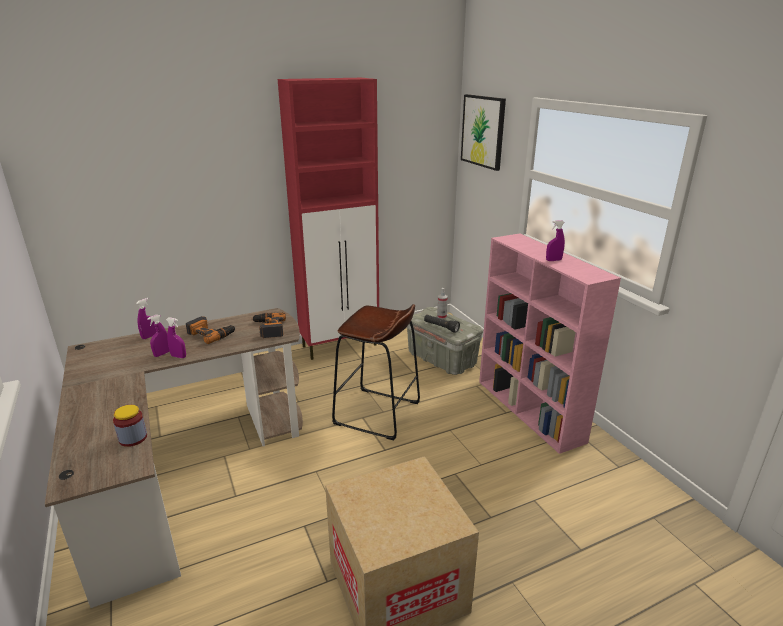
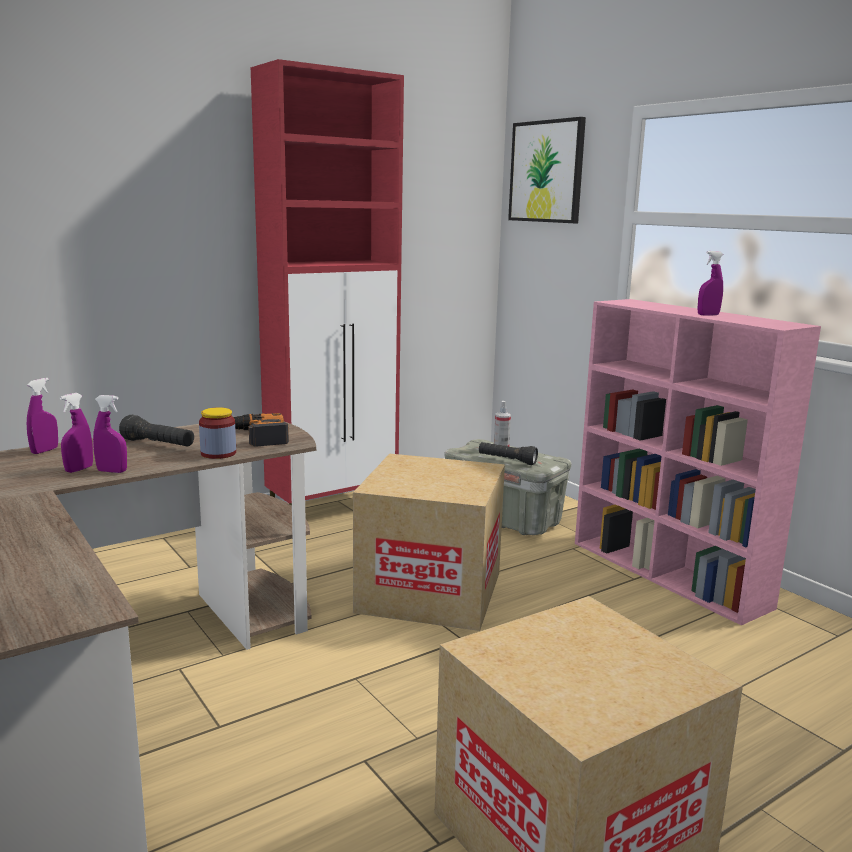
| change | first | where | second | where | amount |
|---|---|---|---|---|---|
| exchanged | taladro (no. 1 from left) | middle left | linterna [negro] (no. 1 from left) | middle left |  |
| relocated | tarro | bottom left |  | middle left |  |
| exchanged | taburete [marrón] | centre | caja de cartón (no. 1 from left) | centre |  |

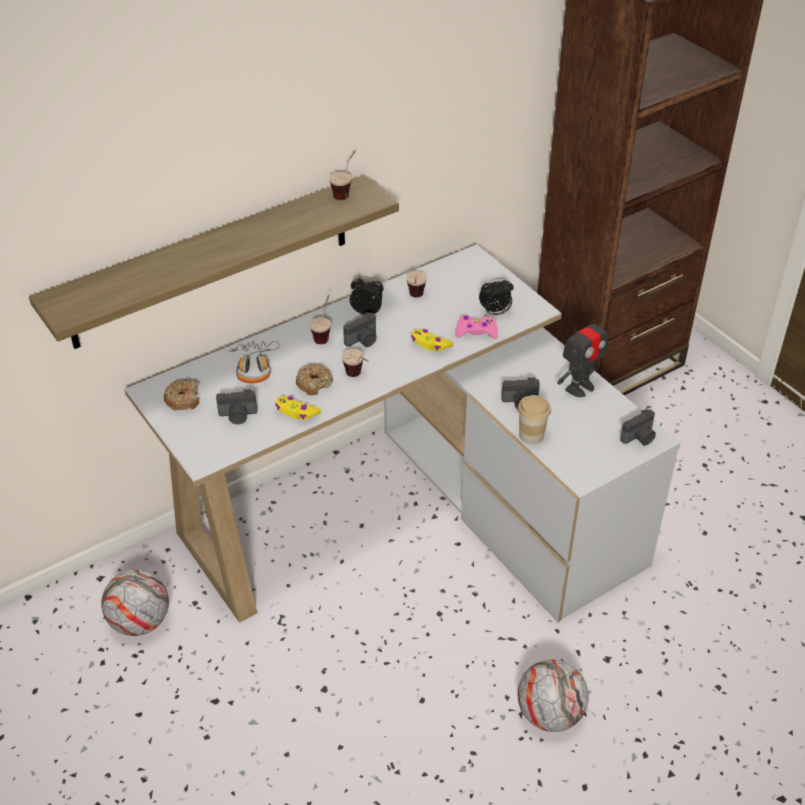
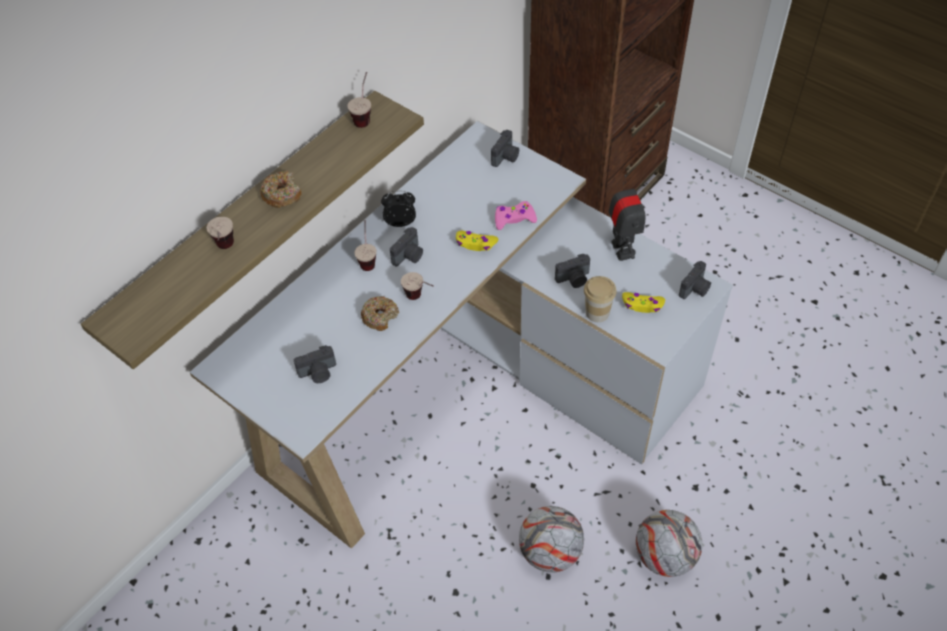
| change | first | where | second | where | amount |
|---|---|---|---|---|---|
| relocated | taza (no. 4 from left in the first image) | centre | taza (no. 1 from left) | middle left |  |
| relocated | rosquilla (no. 1 from left) | middle left |  | top left |  |
| appeared |  |  | cámara (no. 3 from left) | top centre |  |
| relocated | balón de fútbol (no. 1 from left) | bottom left |  | bottom centre |  |
| spun | robot de juguete | middle right |  | centre | 45 degrees counterclockwise |
| relocated | mando de consola [amarillo] (no. 1 from left in the first image) | centre | mando de consola [amarillo] (no. 2 from left) | middle right |  |
| missing | auriculares | middle left |  |  |  |
| missing | despertador (no. 2 from left) | centre |  |  |  |

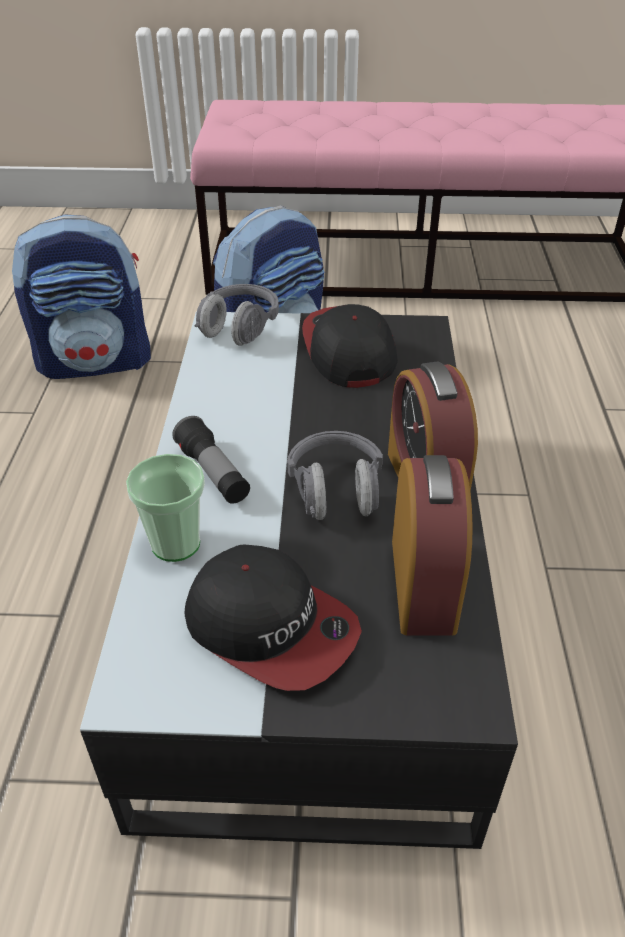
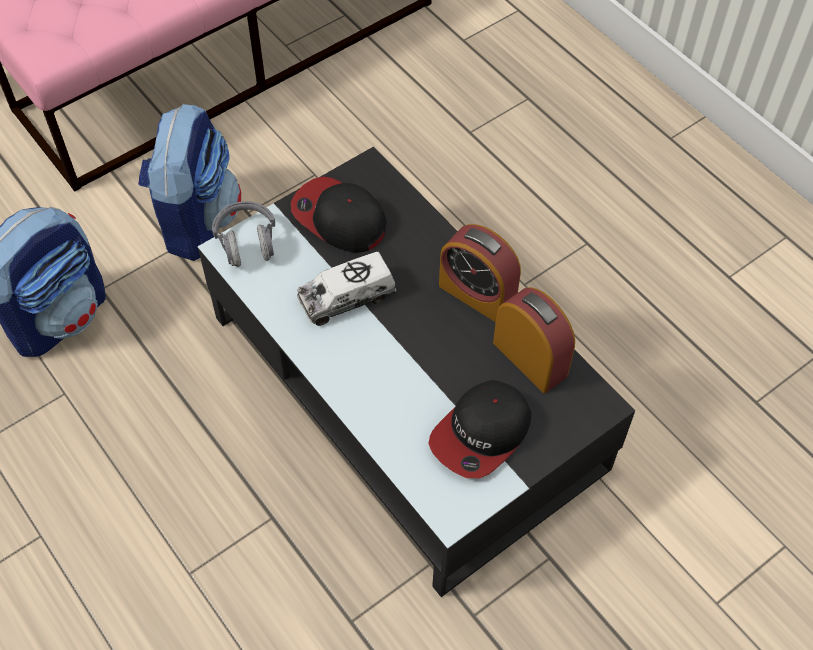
| change | first | where | second | where | amount |
|---|---|---|---|---|---|
| appeared |  |  | camión de juguete | centre |  |
| spun | gorra (no. 1 from left in the first image) | centre | gorra (no. 2 from left) | centre | 135 degrees clockwise |
| missing | taza | middle left |  |  |  |
| missing | linterna | centre |  |  |  |
| missing | auriculares [gris] (no. 2 from left) | centre |  |  |  |

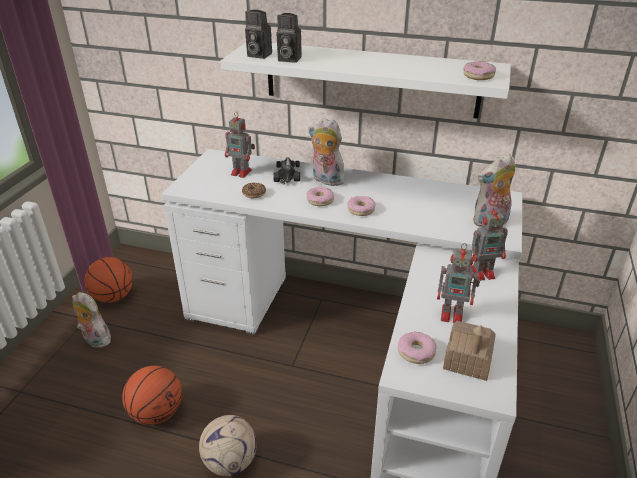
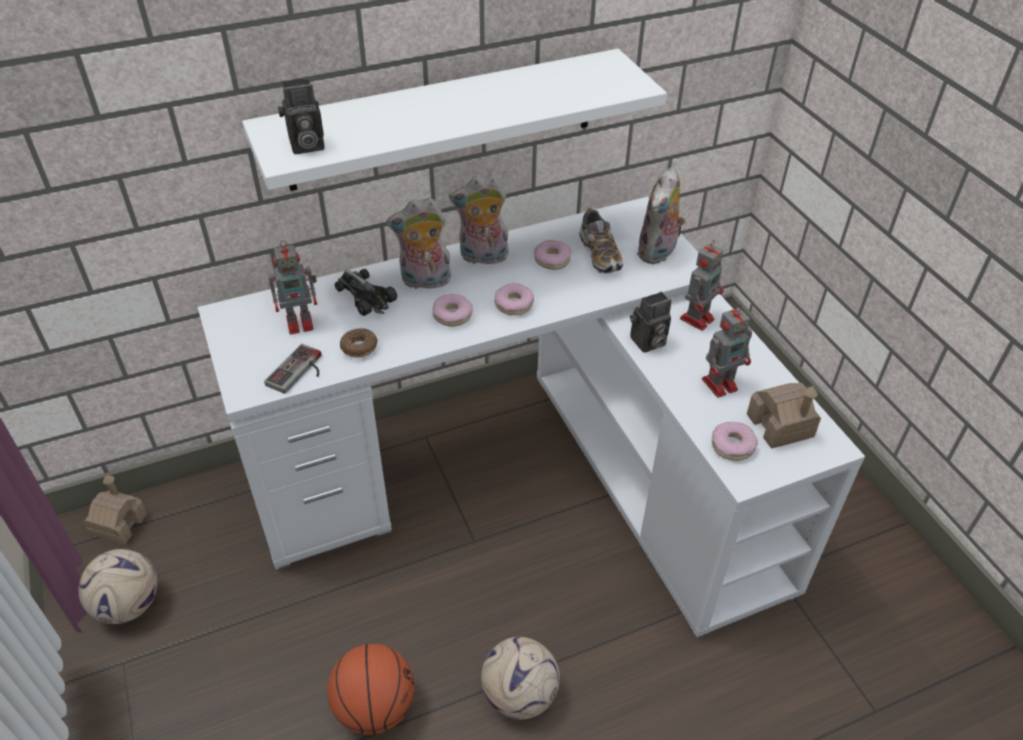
| change | first | where | second | where | amount |
|---|---|---|---|---|---|
| exchanged | balón de baloncesto (no. 1 from left) | middle left | balón de fútbol (no. 1 from left) | bottom left |  |
| appeared |  |  | casita (no. 1 from left) | bottom left |  |
| appeared |  |  | mando de consola | middle left |  |
| relocated | peluche (no. 1 from left in the first image) | bottom left | peluche (no. 2 from left) | top centre |  |
| relocated | rosquilla (no. 5 from left in the first image) | top right | rosquilla (no. 4 from left) | centre |  |
| appeared |  |  | zapato | top centre |  |
| relocated | cámara (no. 2 from left) | top centre |  | centre |  |

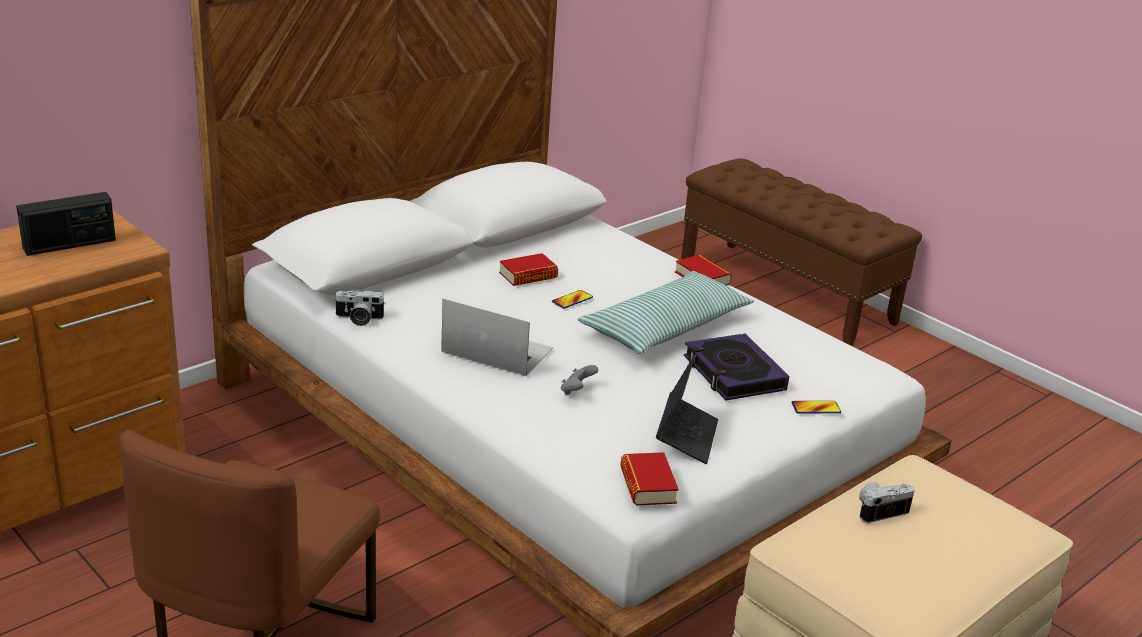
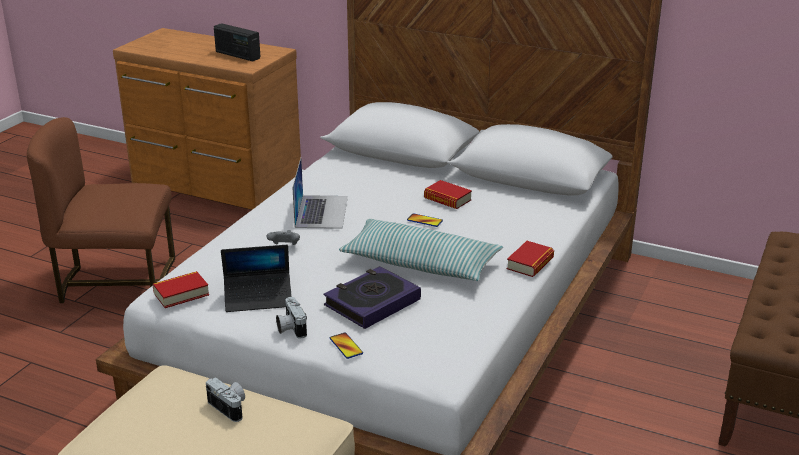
| change | first | where | second | where | amount |
|---|---|---|---|---|---|
| relocated | cámara (no. 1 from left in the first image) | middle left | cámara (no. 2 from left) | bottom centre |  |

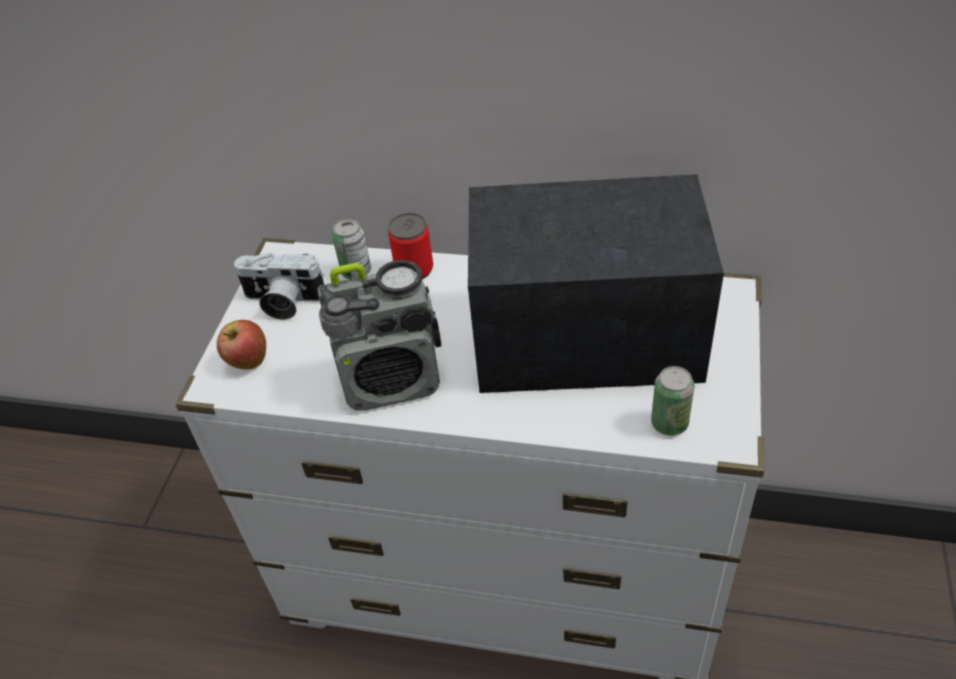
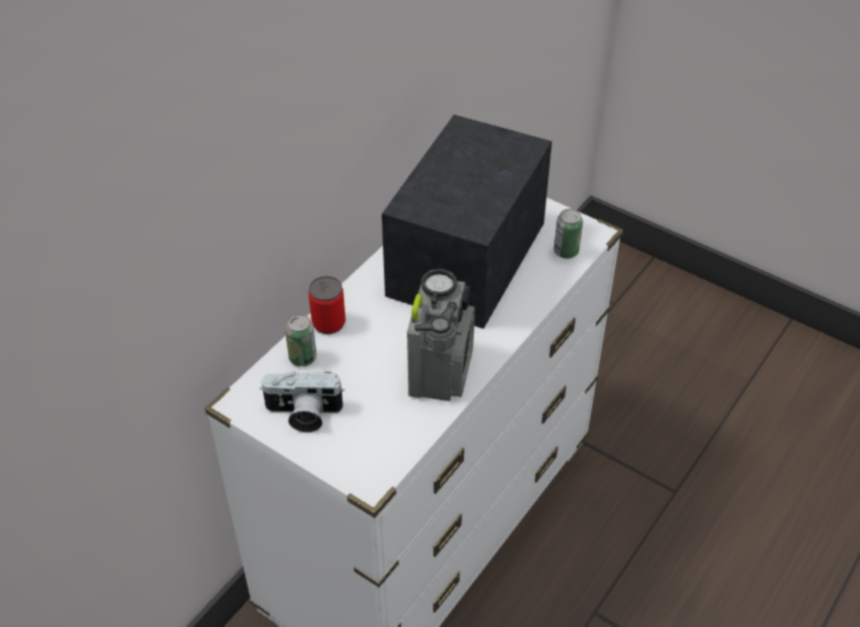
| change | first | where | second | where | amount |
|---|---|---|---|---|---|
| spun | cámara | middle left |  | centre | 60 degrees clockwise |
| missing | manzana | middle left |  |  |  |

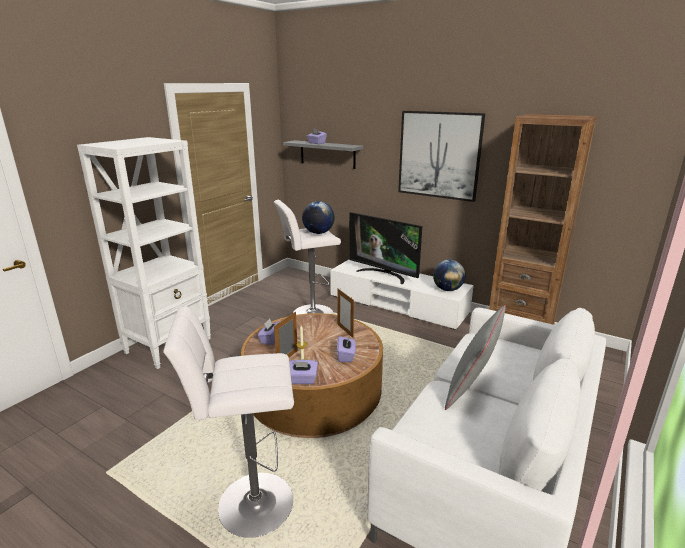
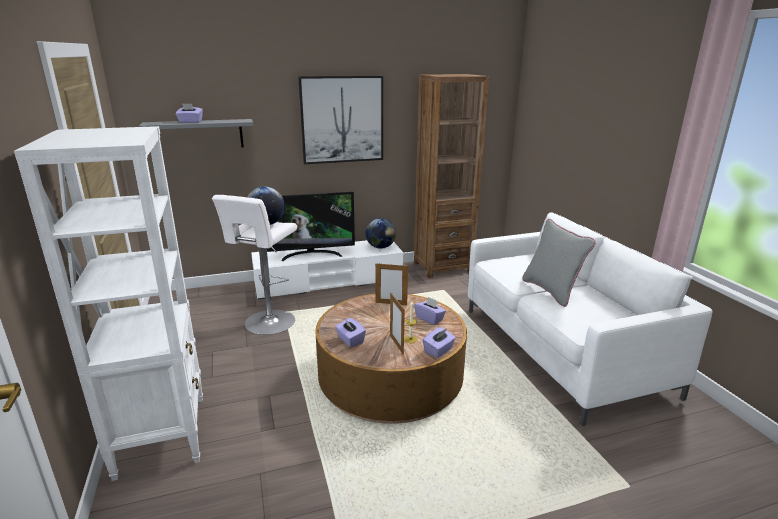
| change | first | where | second | where | amount |
|---|---|---|---|---|---|
| missing | taburete [blanco] (no. 1 from left) | bottom left |  |  |  |

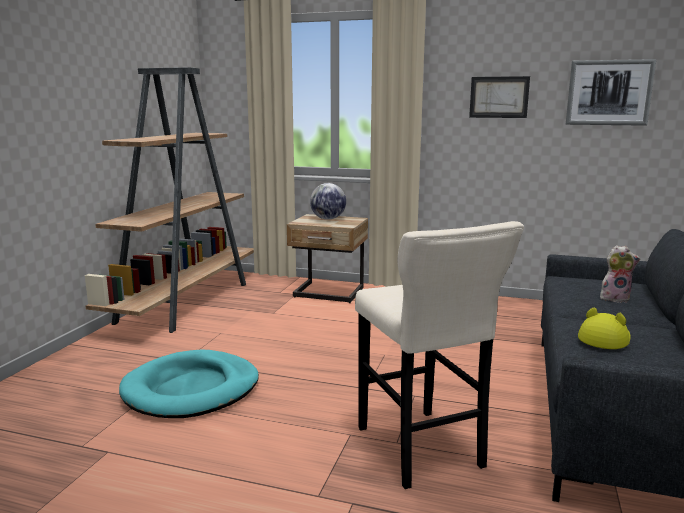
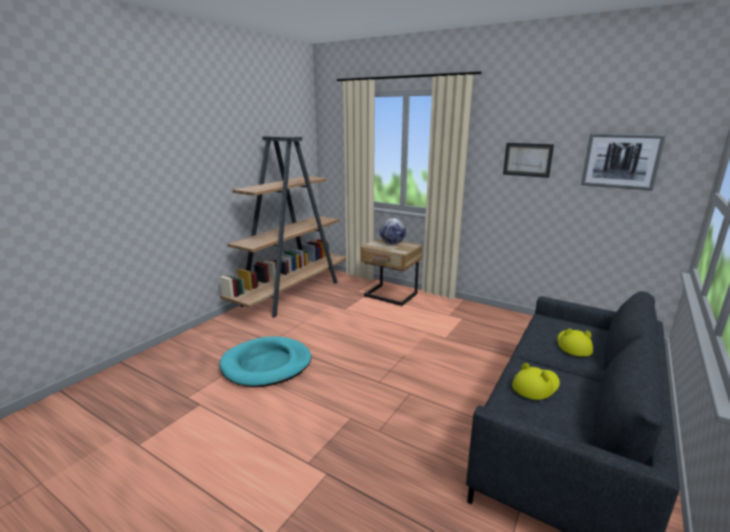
| change | first | where | second | where | amount |
|---|---|---|---|---|---|
| exchanged | peluche | middle right | sombrero [amarillo] (no. 2 from left) | middle right |  |
| missing | taburete [beis] | bottom centre |  |  |  |

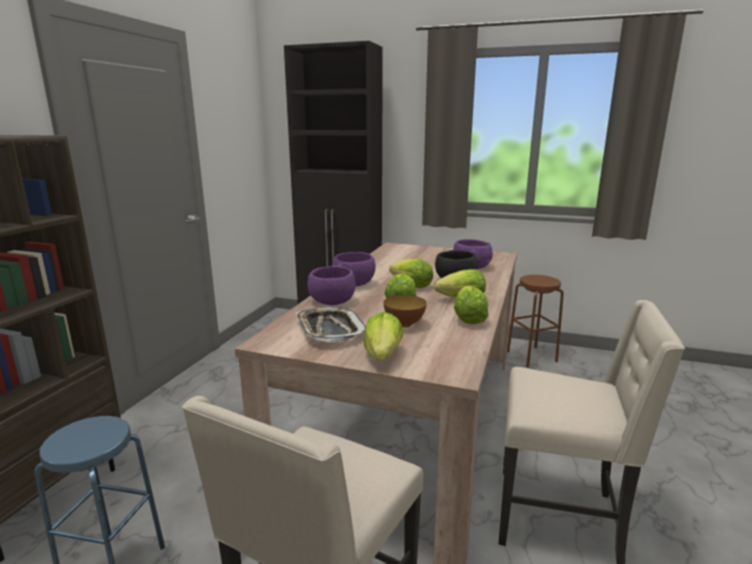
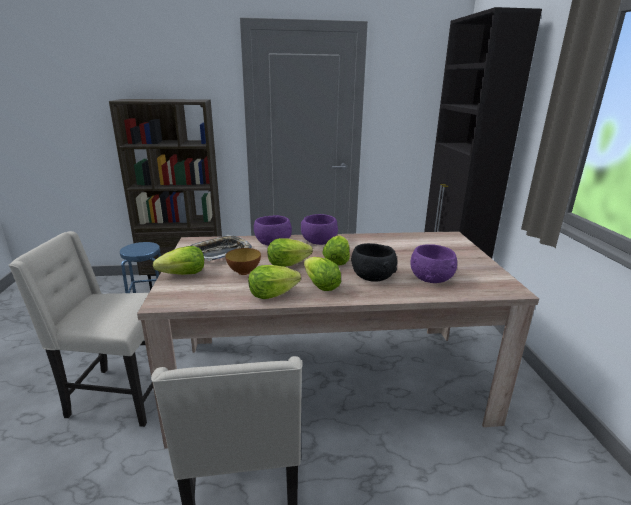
| change | first | where | second | where | amount |
|---|---|---|---|---|---|
| missing | taburete [marrón] | middle right |  |  |  |

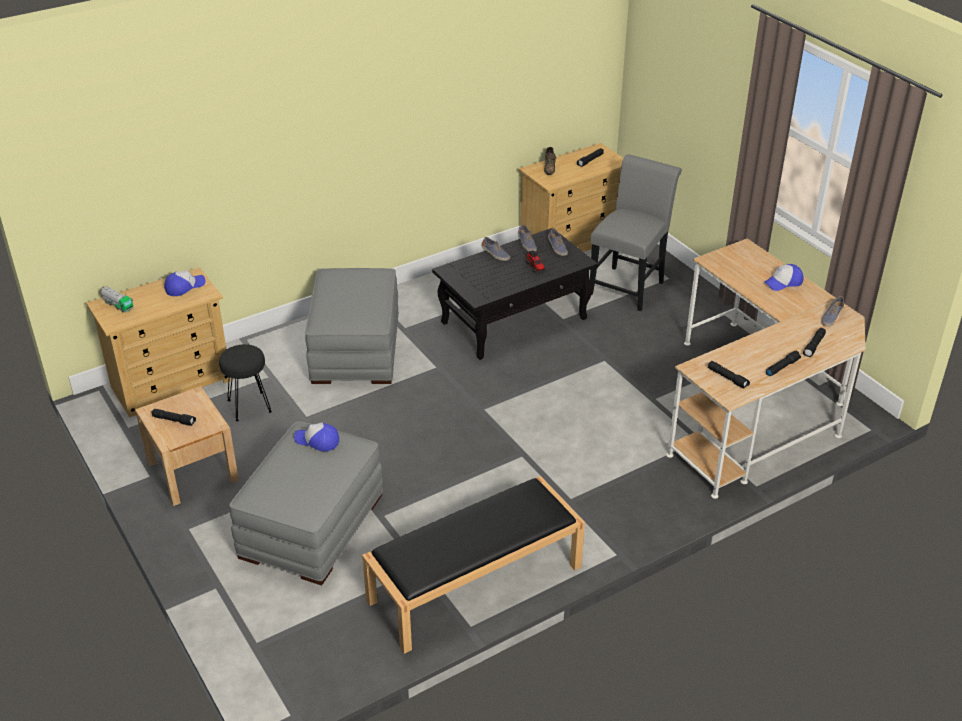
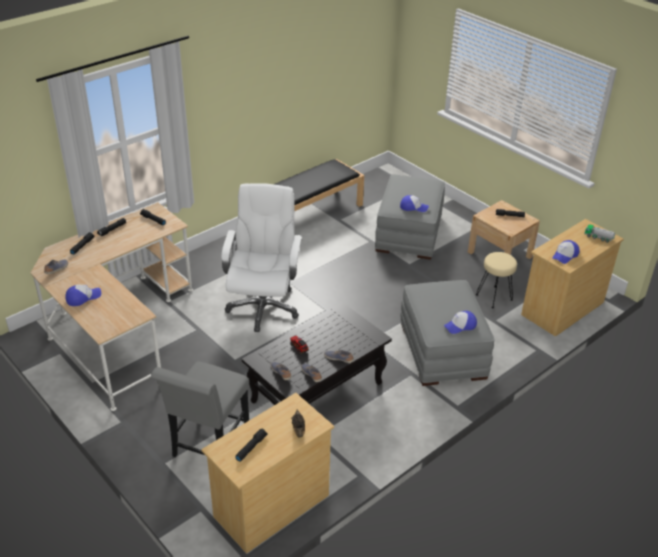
| change | first | where | second | where | amount |
|---|---|---|---|---|---|
| appeared |  |  | silla de oficina [blanco] | centre |  |
| appeared |  |  | gorra (no. 3 from left) | middle right |  |
| colour | taburete [negro] | middle left | taburete [beis] | middle right |  |

